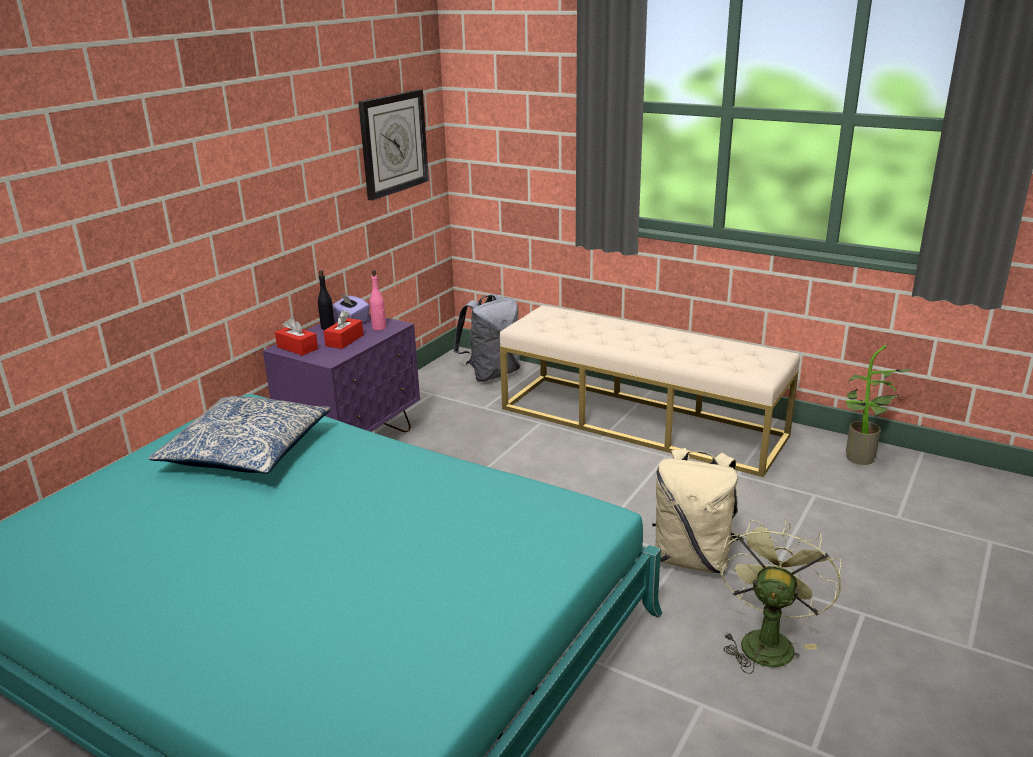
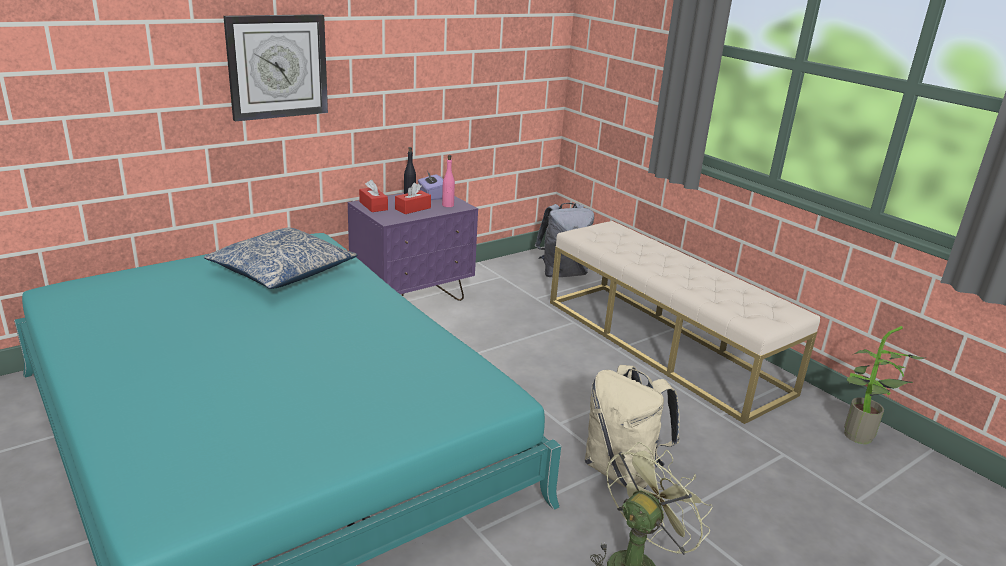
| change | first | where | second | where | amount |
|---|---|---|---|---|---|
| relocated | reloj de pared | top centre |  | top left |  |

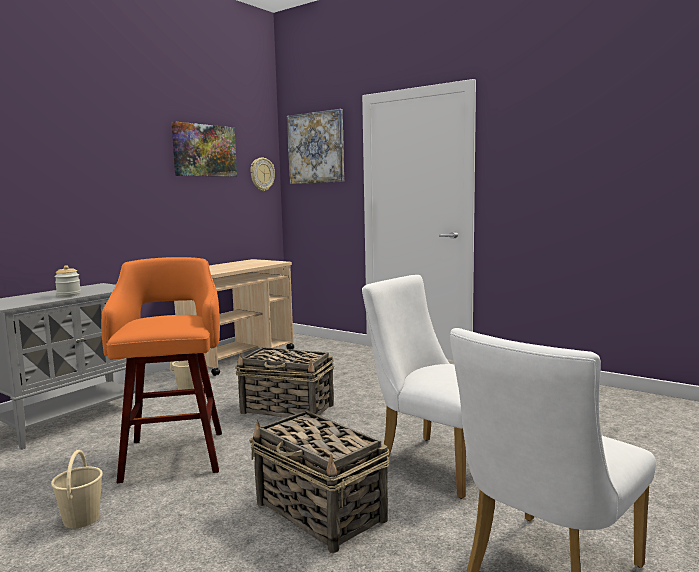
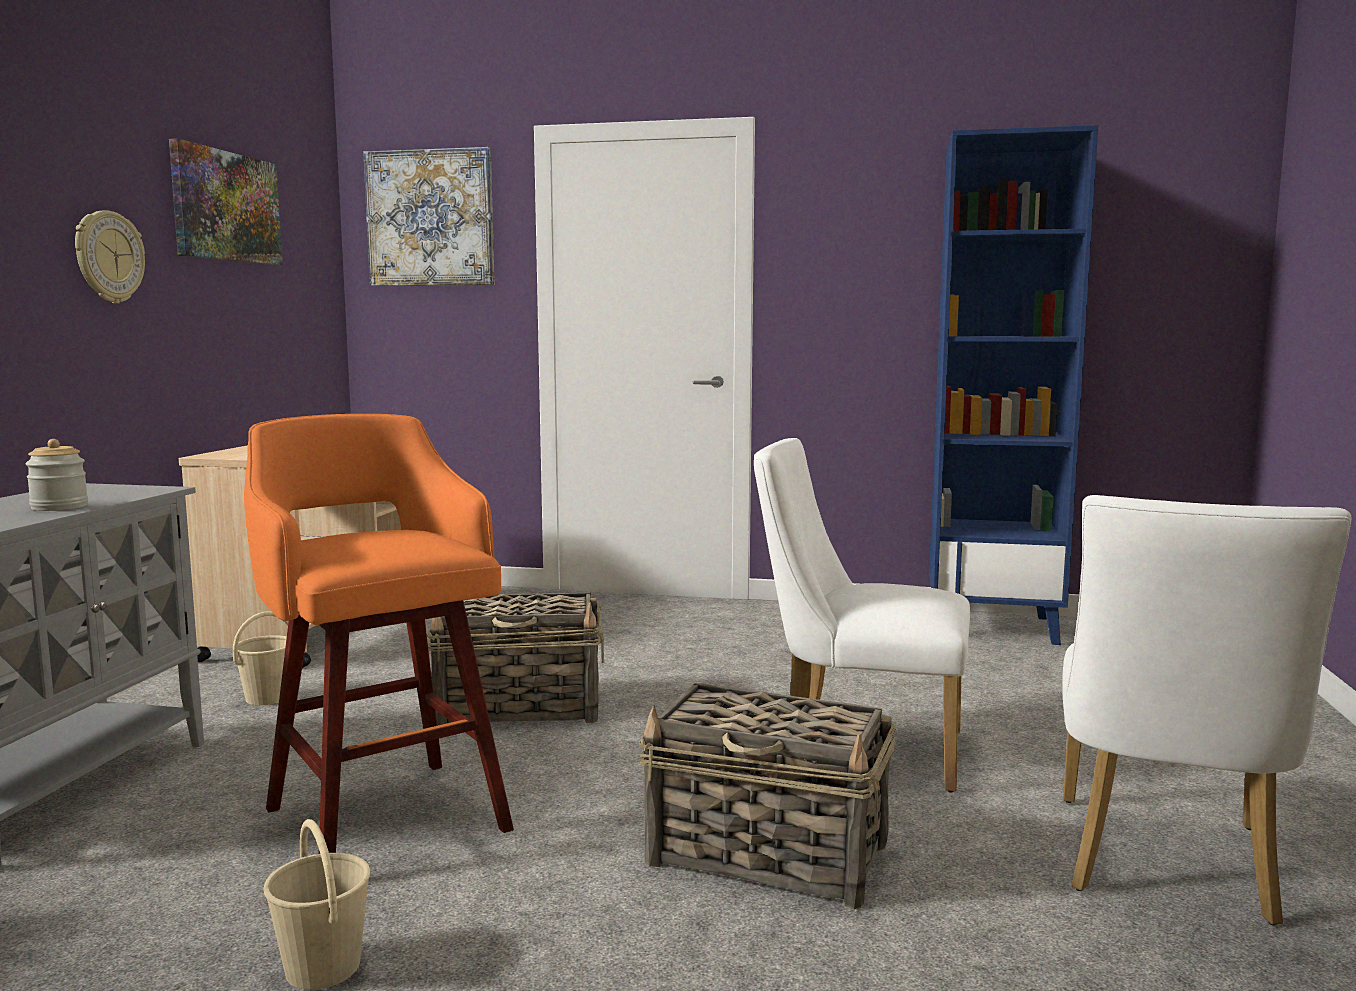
| change | first | where | second | where | amount |
|---|---|---|---|---|---|
| relocated | reloj de pared | top centre |  | top left |  |
| appeared |  |  | estantería [azul] | middle right |  |

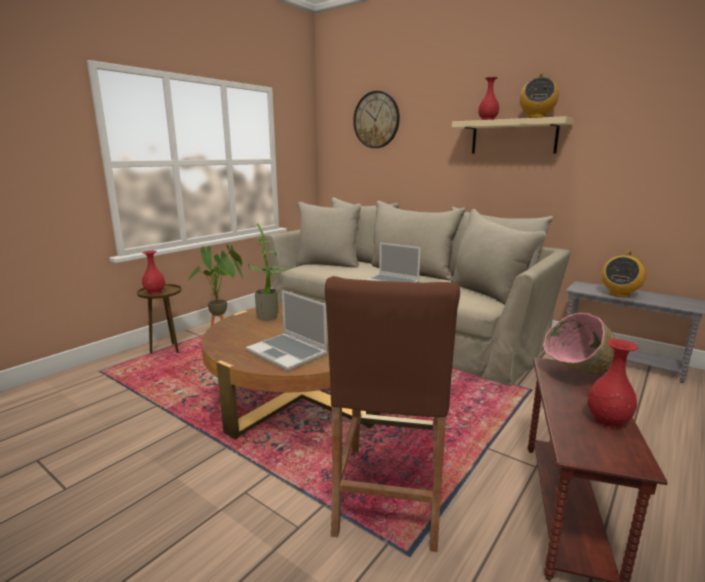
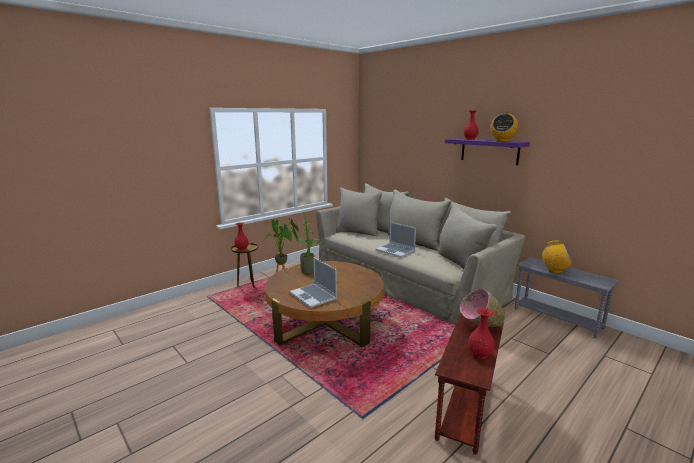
| change | first | where | second | where | amount |
|---|---|---|---|---|---|
| colour | estante [beis] | top right | estante [morado] | top right |  |
| spun | radio (no. 2 from left) | middle right |  | middle right | 120 degrees counterclockwise |
| missing | taburete [marrón] | bottom centre |  |  |  |
| missing | reloj de pared | top centre |  |  |  |

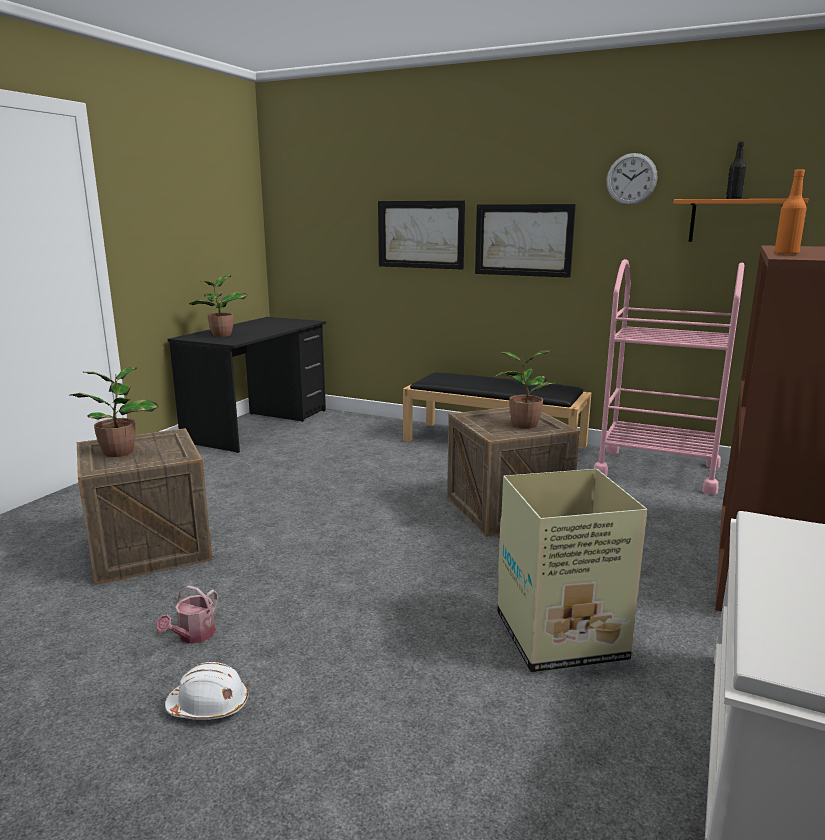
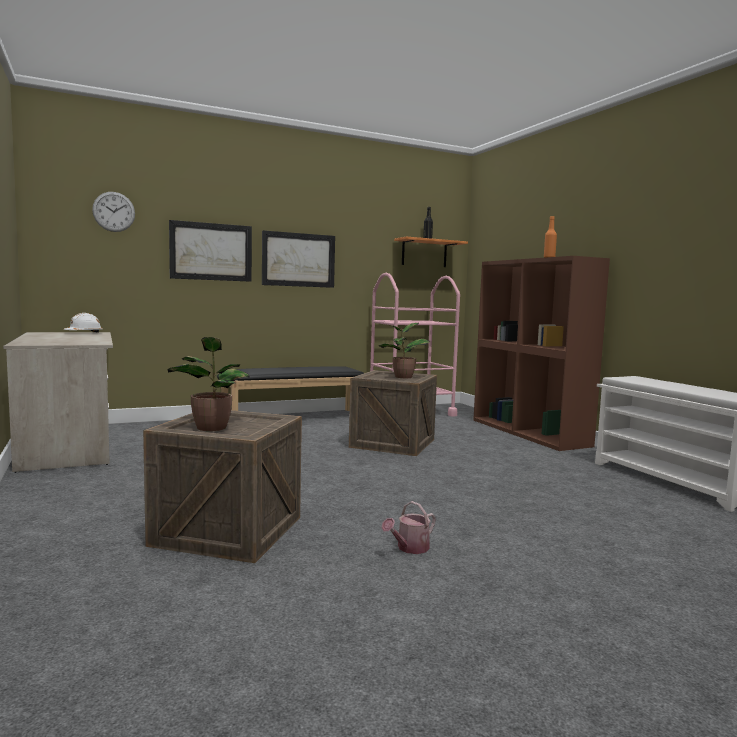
| change | first | where | second | where | amount |
|---|---|---|---|---|---|
| colour | escritorio [negro] | middle left | escritorio [beis] | middle left |  |
| relocated | casco [blanco] | bottom left |  | middle left |  |
| relocated | reloj de pared | top right |  | top left |  |
| spun | regadera | bottom left |  | bottom centre | 75 degrees clockwise |
| missing | planta en maceta (no. 2 from left) | middle left |  |  |  |
| missing | caja de cartón | bottom right |  |  |  |

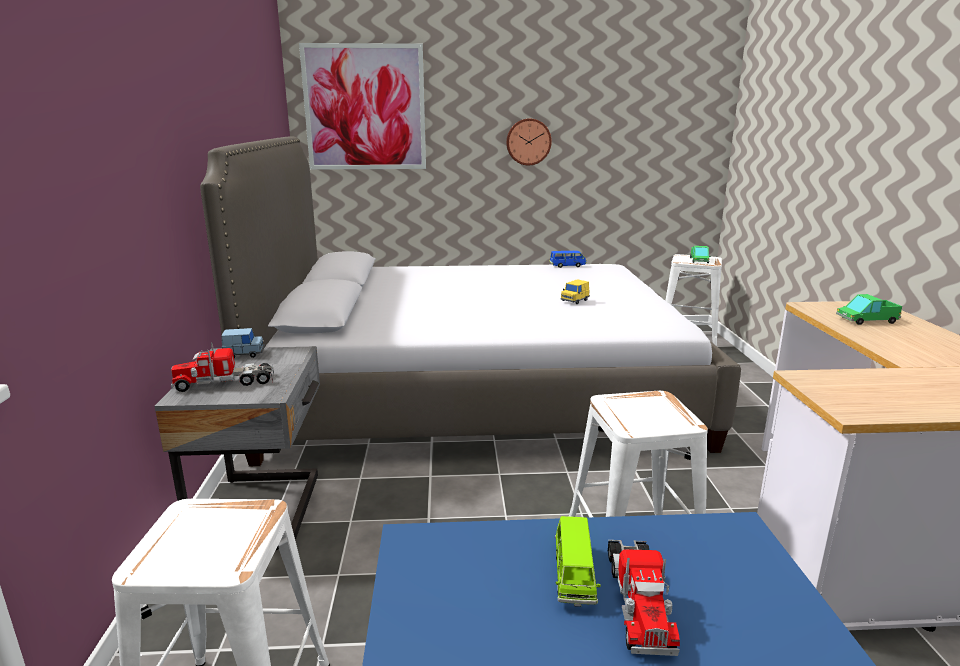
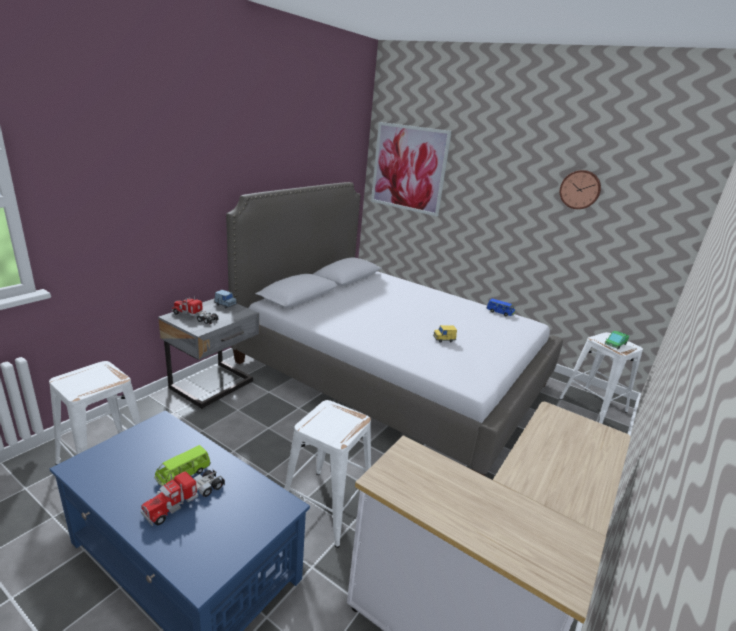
| change | first | where | second | where | amount |
|---|---|---|---|---|---|
| relocated | reloj de pared | top centre |  | top right |  |
| missing | camión de juguete (no. 4 from left) | middle right |  |  |  |

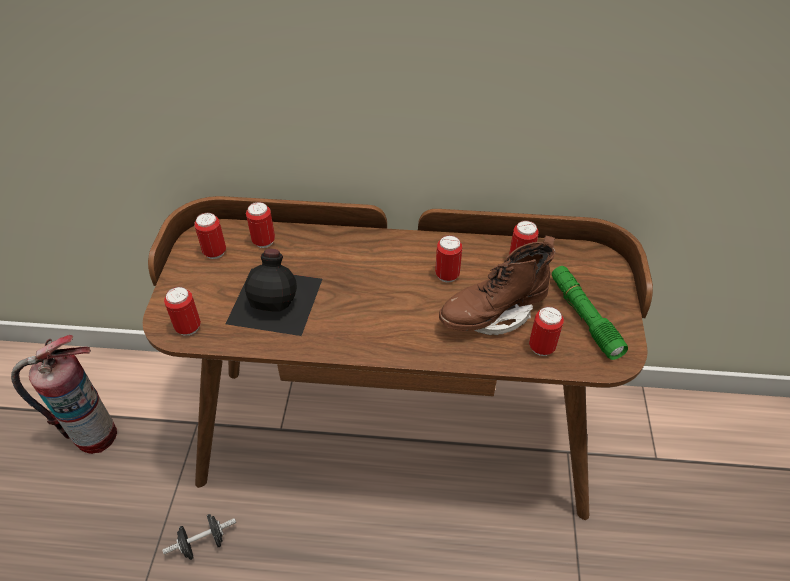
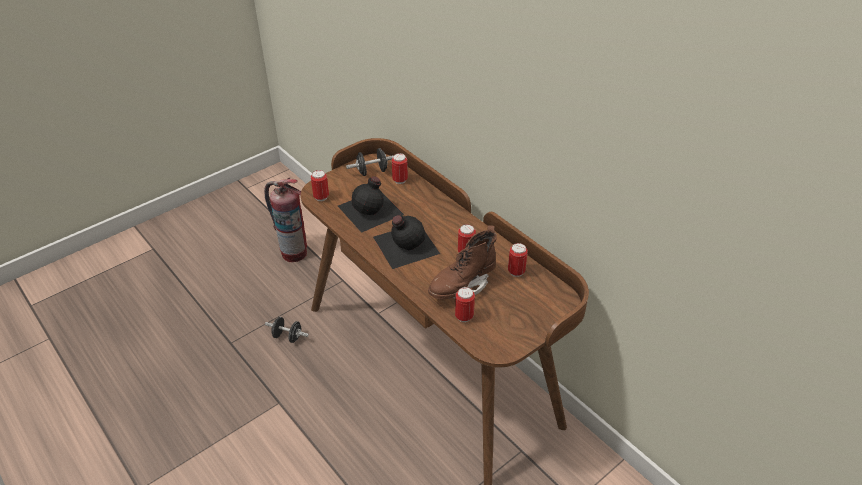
| change | first | where | second | where | amount |
|---|---|---|---|---|---|
| exchanged | lata (no. 2 from left) | middle left | mancuerna [negro] (no. 2 from left) | centre |  |
| appeared |  |  | botella [negro] (no. 2 from left) | centre |  |
| spun | bota [marrón] | centre |  | centre | 60 degrees counterclockwise |
| missing | linterna [verde] | middle right |  |  |  |

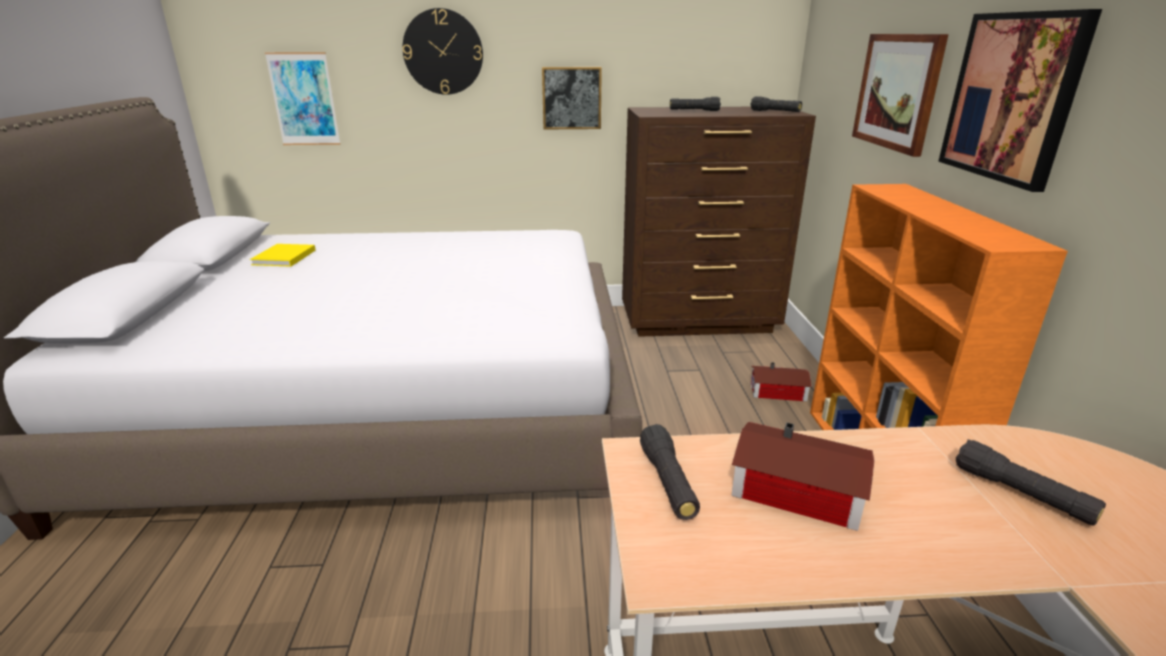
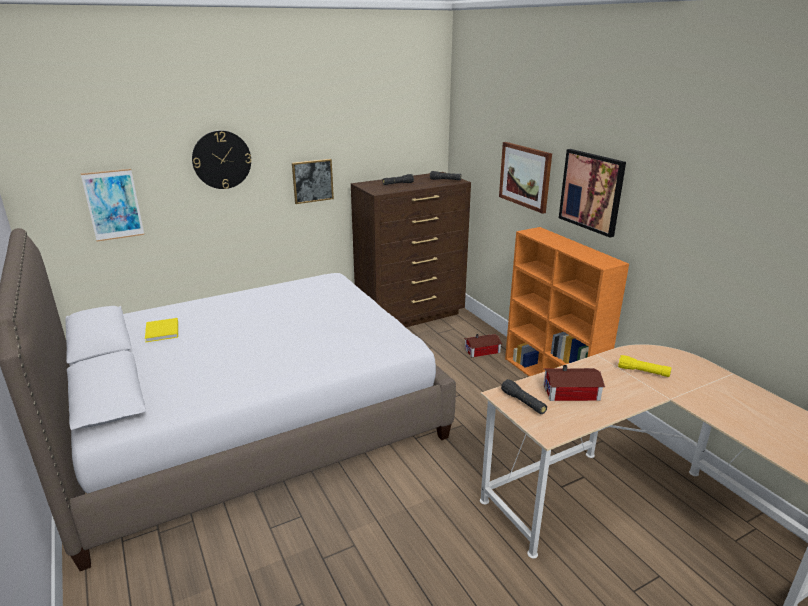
| change | first | where | second | where | amount |
|---|---|---|---|---|---|
| colour | linterna [negro] (no. 4 from left) | bottom right | linterna [amarillo] | middle right |  |

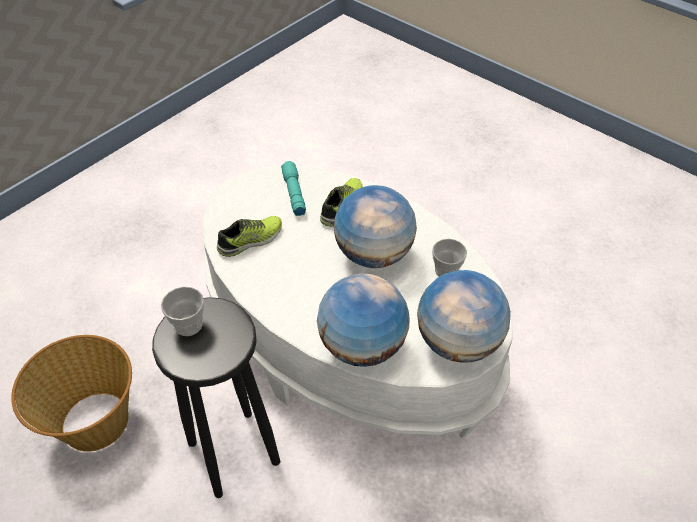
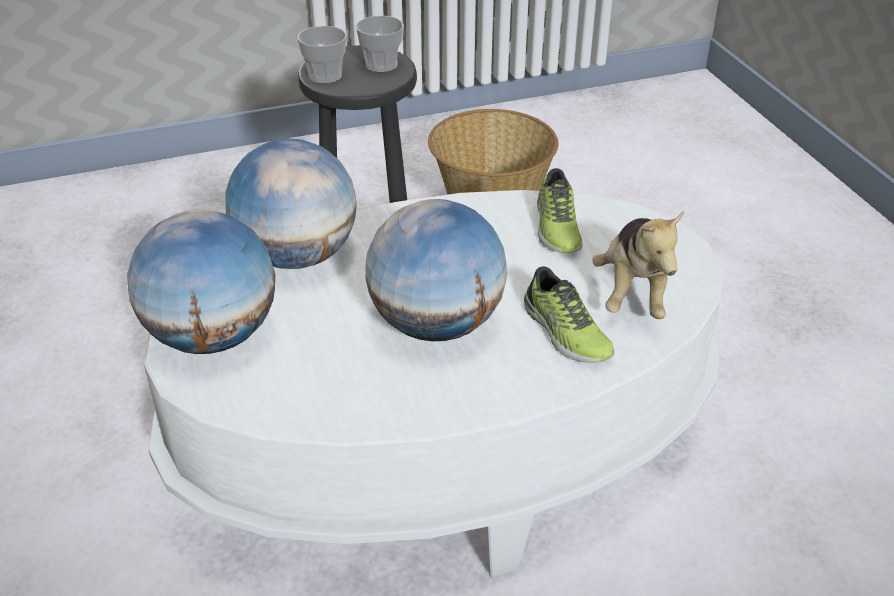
| change | first | where | second | where | amount |
|---|---|---|---|---|---|
| relocated | taza (no. 2 from left in the first image) | centre | taza (no. 1 from left) | top centre |  |
| exchanged | linterna [turquesa] | centre | peluche | middle right |  |

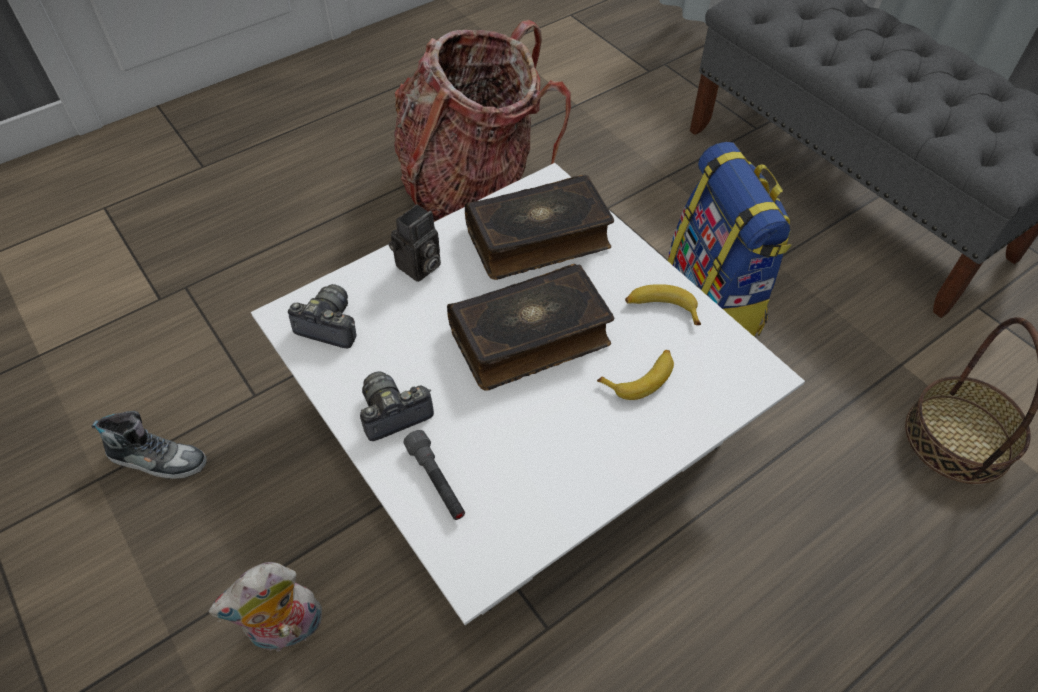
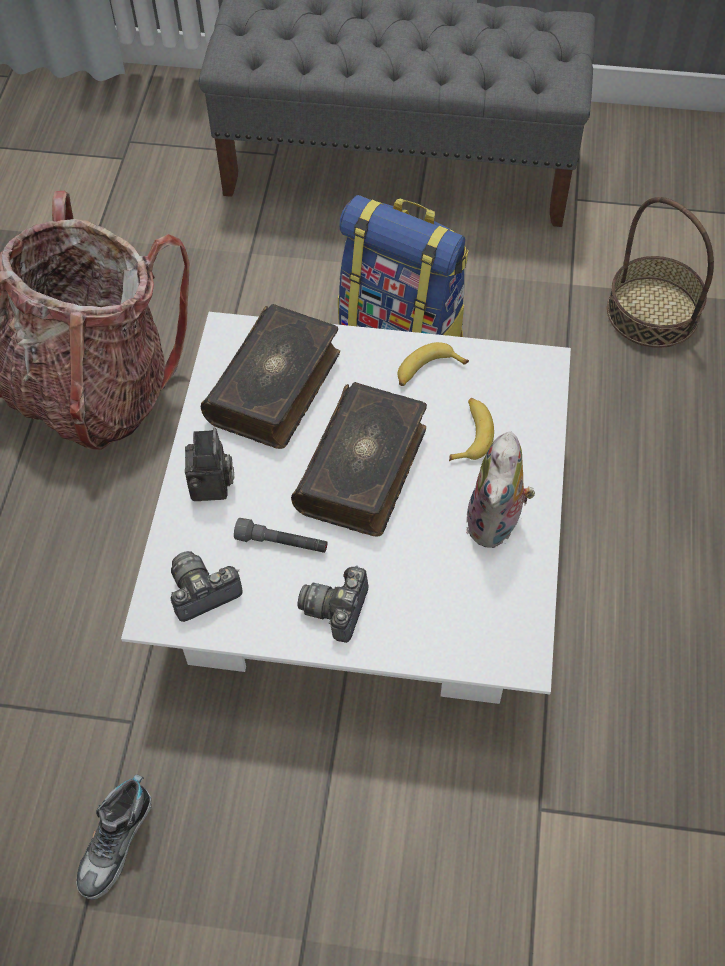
| change | first | where | second | where | amount |
|---|---|---|---|---|---|
| spun | zapato | middle left |  | bottom left | 150 degrees clockwise |
| relocated | linterna [gris] | bottom centre |  | centre |  |
| relocated | peluche | bottom left |  | middle right |  |

